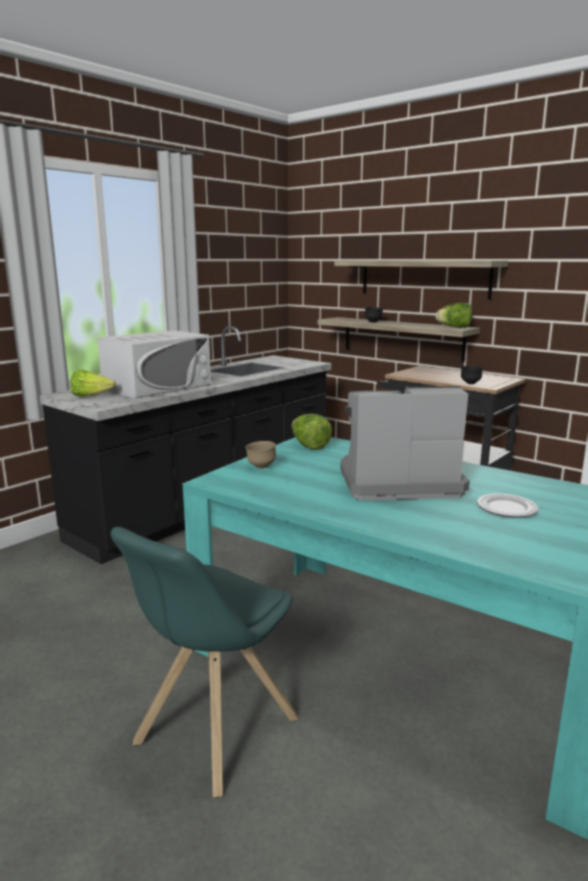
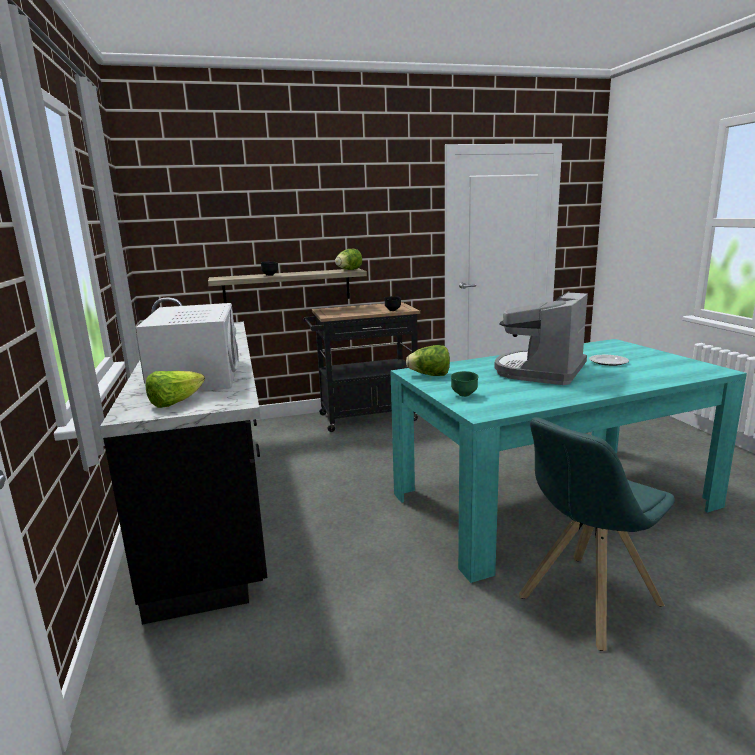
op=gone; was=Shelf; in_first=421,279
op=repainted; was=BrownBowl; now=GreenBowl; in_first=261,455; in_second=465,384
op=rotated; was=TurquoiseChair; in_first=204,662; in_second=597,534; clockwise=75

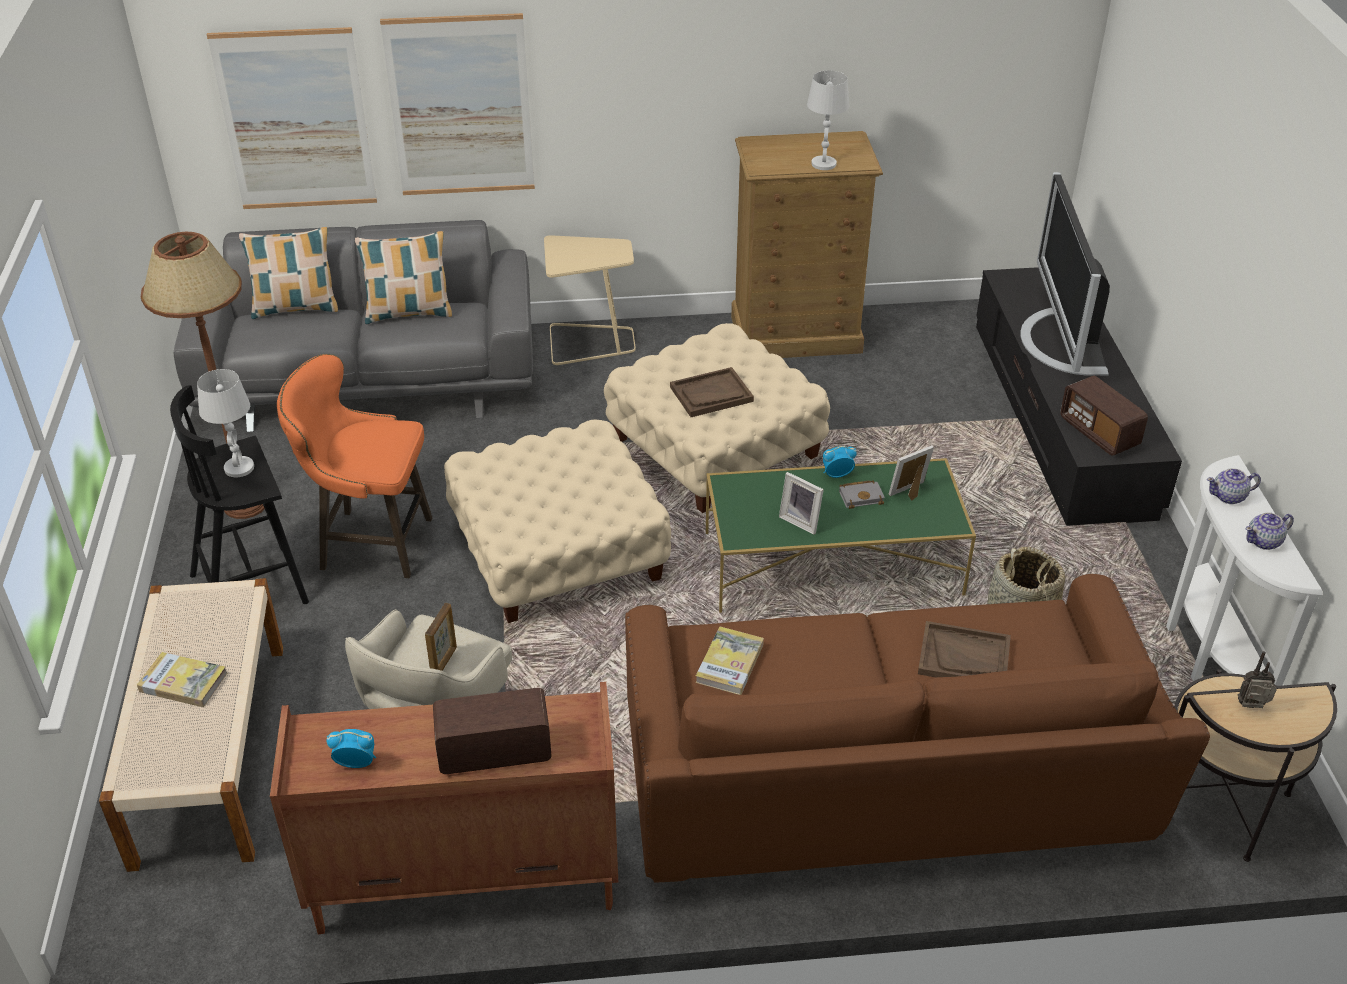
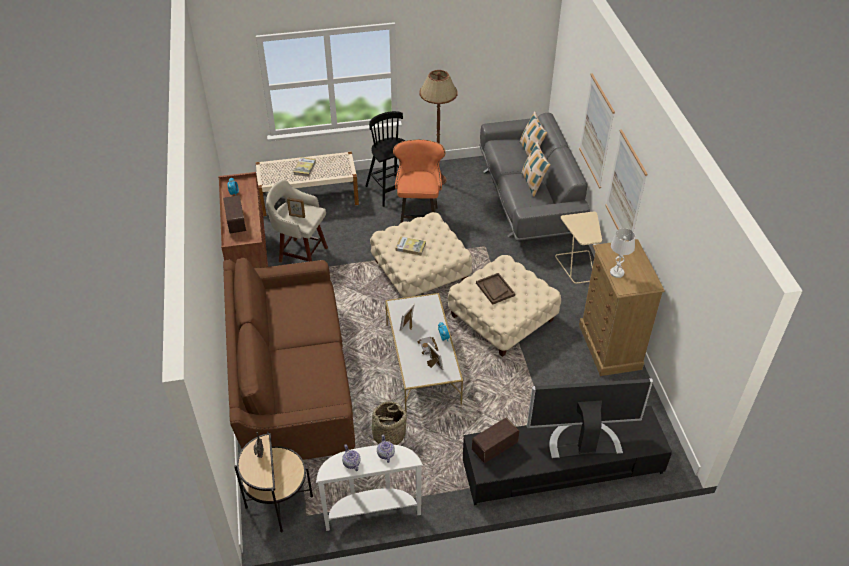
op=shifted; was=Picture; in_first=292,118; in_second=626,185
op=gone; was=WhiteTableLamp; in_first=225,423
op=repainted; was=GreenCoffeeTable; now=WhiteCoffeeTable; in_first=841,535; in_second=424,353
op=gone; was=BrownTray; in_first=964,649
op=shifted; was=Book; in_first=729,660; in_second=410,245

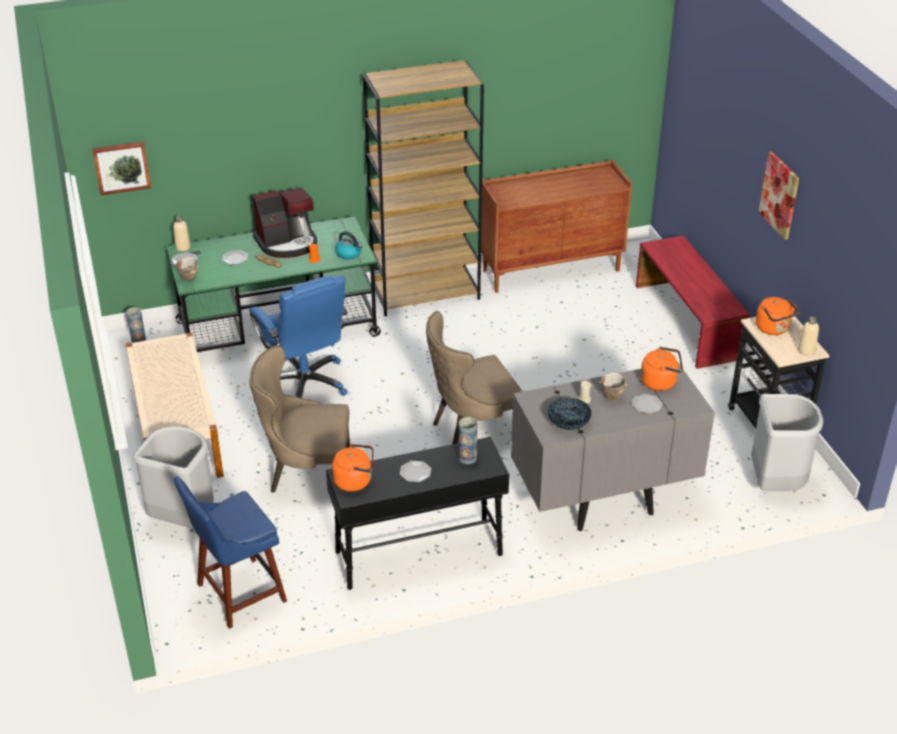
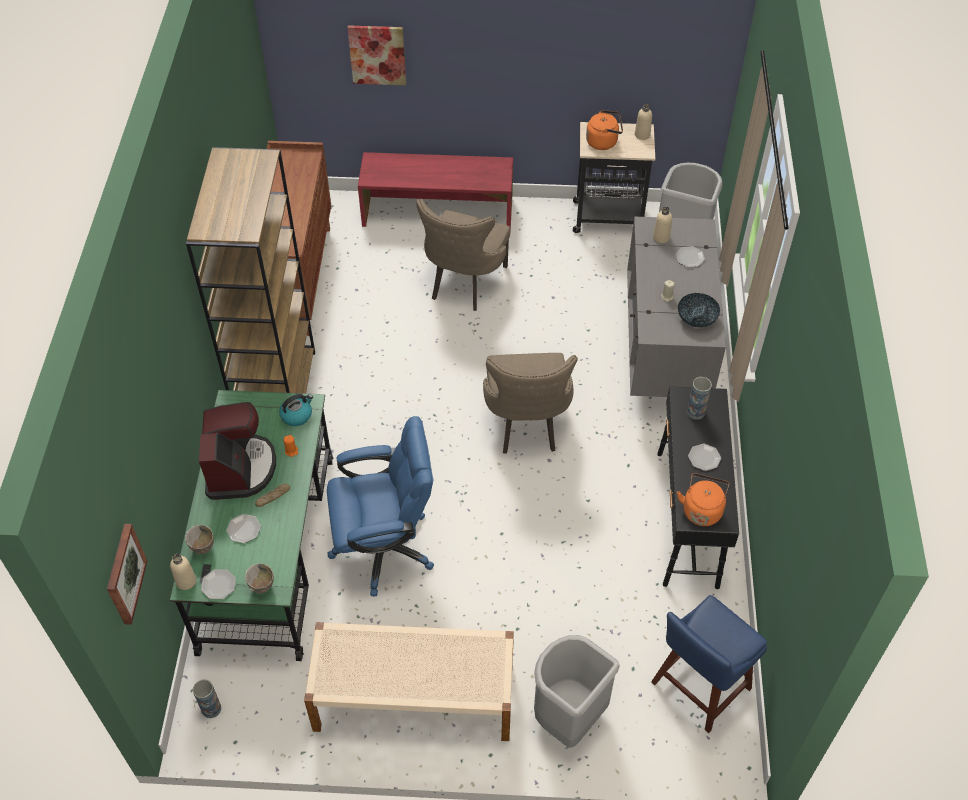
op=shifted; was=Picture; in_first=779,195; in_second=376,55
op=shifted; was=BeigeChair; in_first=300,419; in_second=463,255
op=swapped; was=OrangeKettle; now=BeigeBottle; in_first=662,369; in_second=662,224
op=shifted; was=Bowl; in_first=613,386; in_second=199,539
op=rotated; was=BlueChair; in_first=230,552; in_second=709,664; clockwise=60

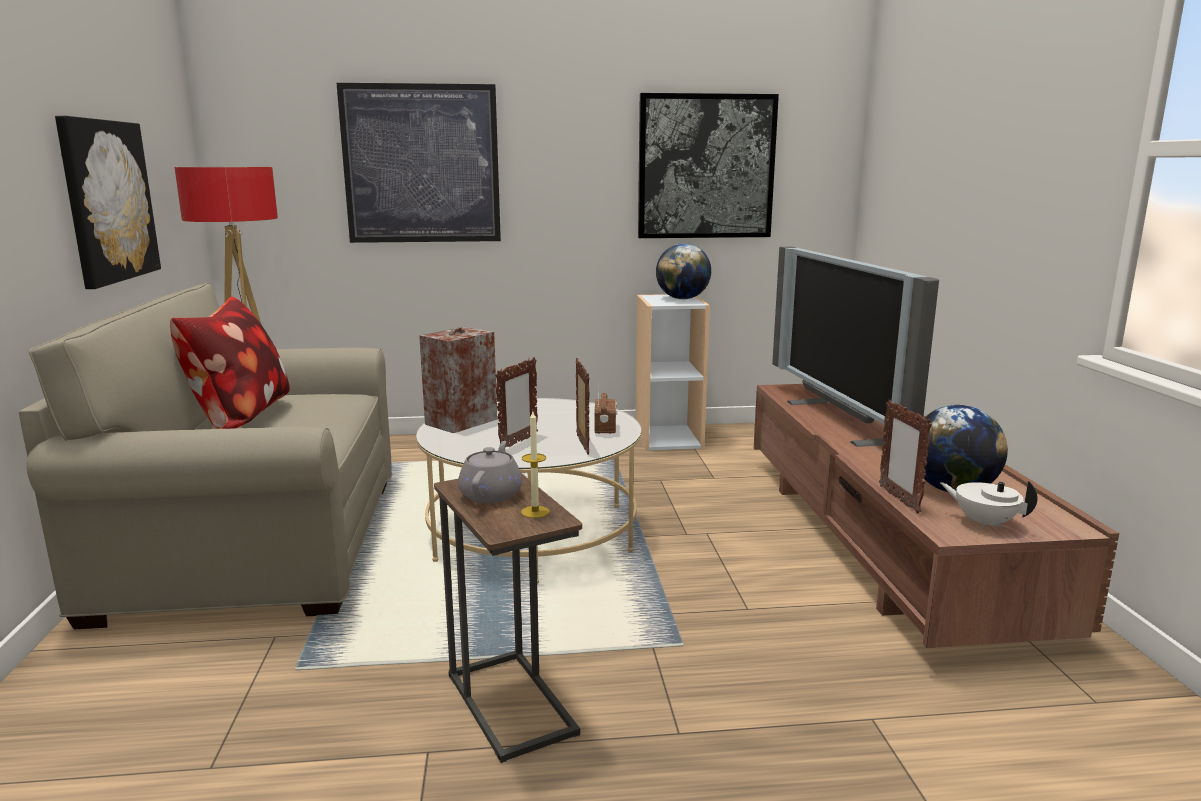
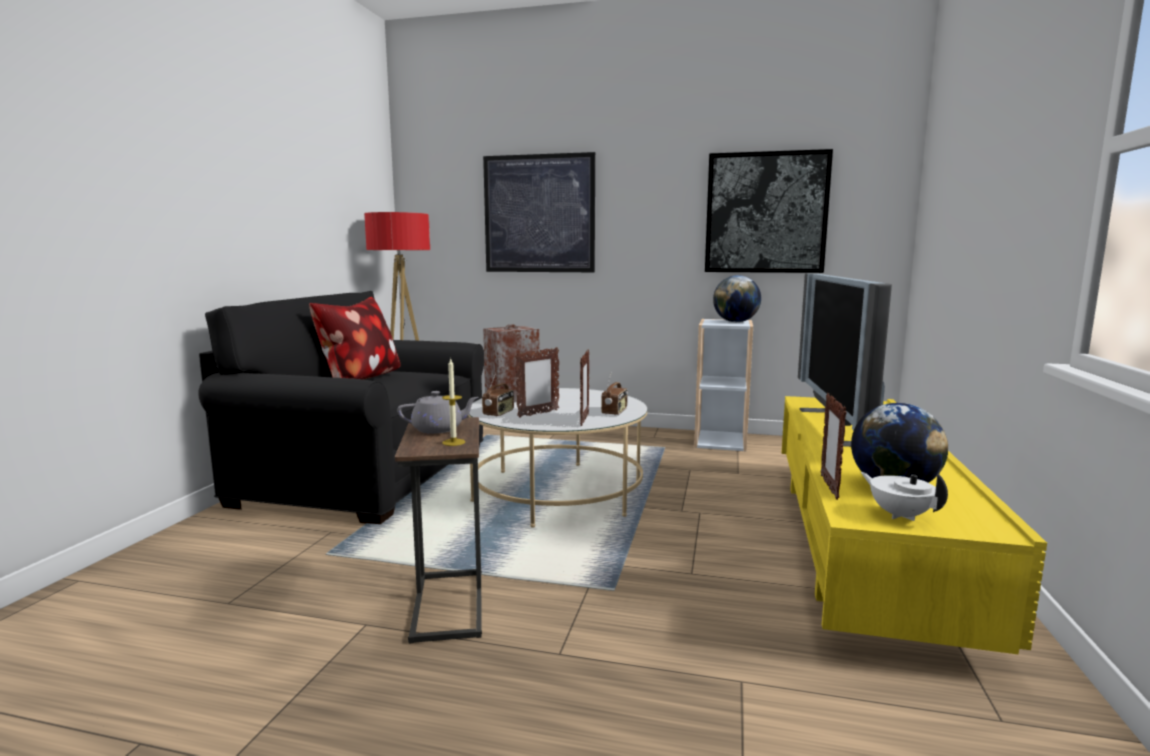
op=gone; was=Picture; in_first=108,202
op=repainted; was=BeigeSofa; now=BlackSofa; in_first=205,455; in_second=341,407
op=repainted; was=BrownTvStand; now=YellowTvStand; in_first=936,516; in_second=914,525
op=rotated; was=GreyTeapot; in_first=490,472; in_second=438,412; clockwise=45
op=new; now=Radio; in_second=498,395

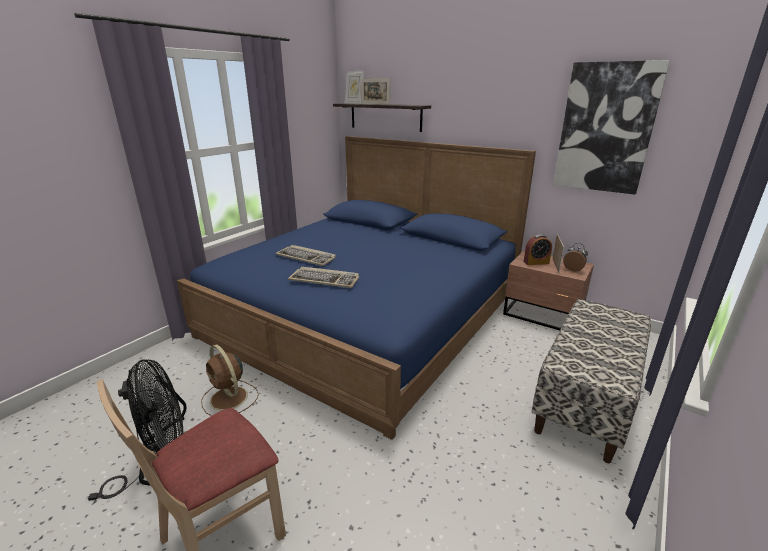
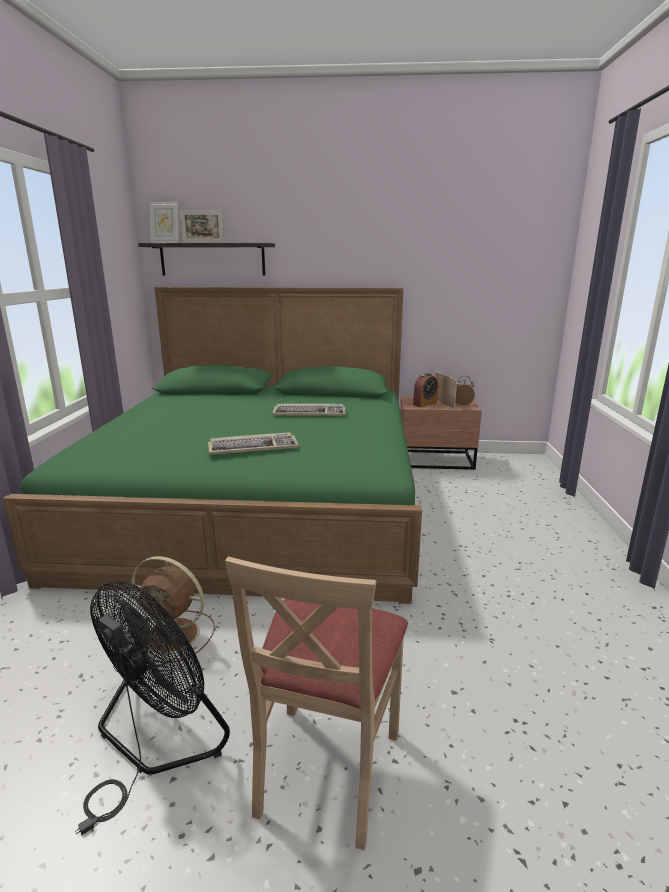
op=gone; was=Picture; in_first=611,127
op=repainted; was=BlueBed; now=GreenBed; in_first=356,288; in_second=212,445
op=shifted; was=Keyboard; in_first=305,255; in_second=309,410
op=gone; was=Bench; in_first=591,381

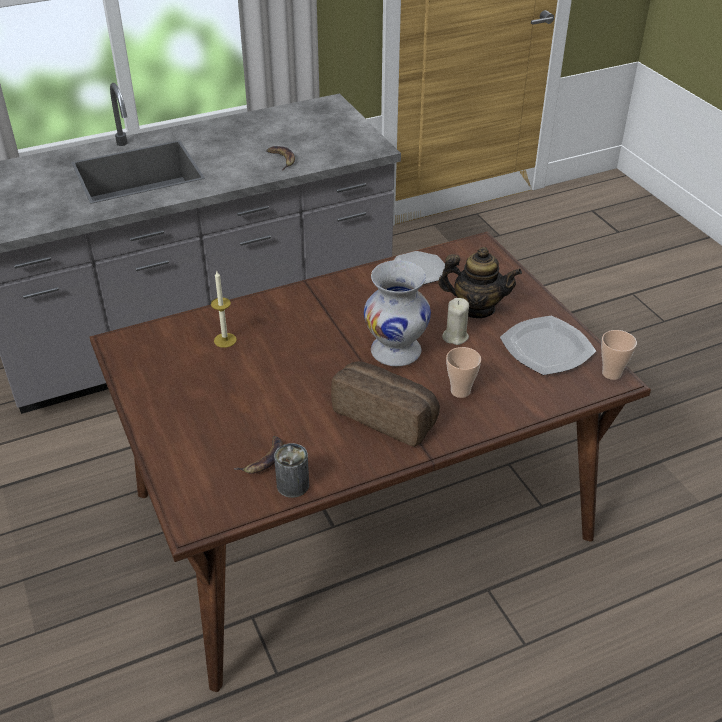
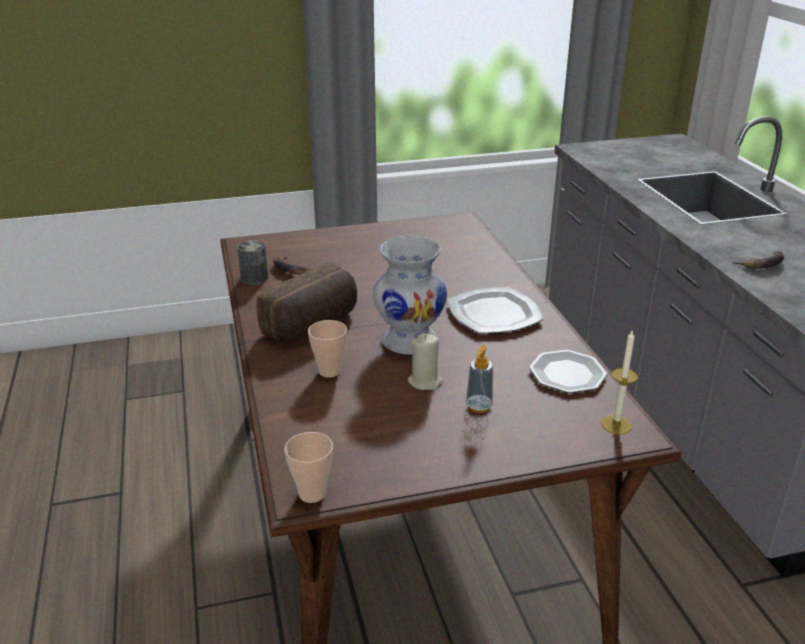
op=swapped; was=Teapot; now=SoapDispenser; in_first=480,282; in_second=479,379
op=shifted; was=Candle; in_first=224,309; in_second=619,382
op=shifted; was=Plate; in_first=548,345; in_second=496,310

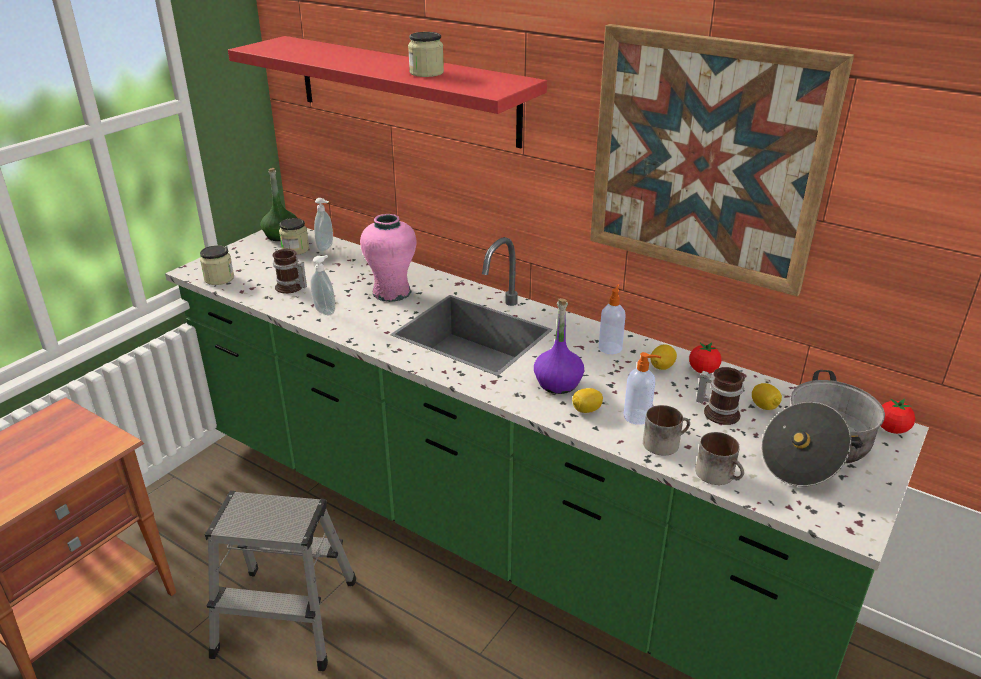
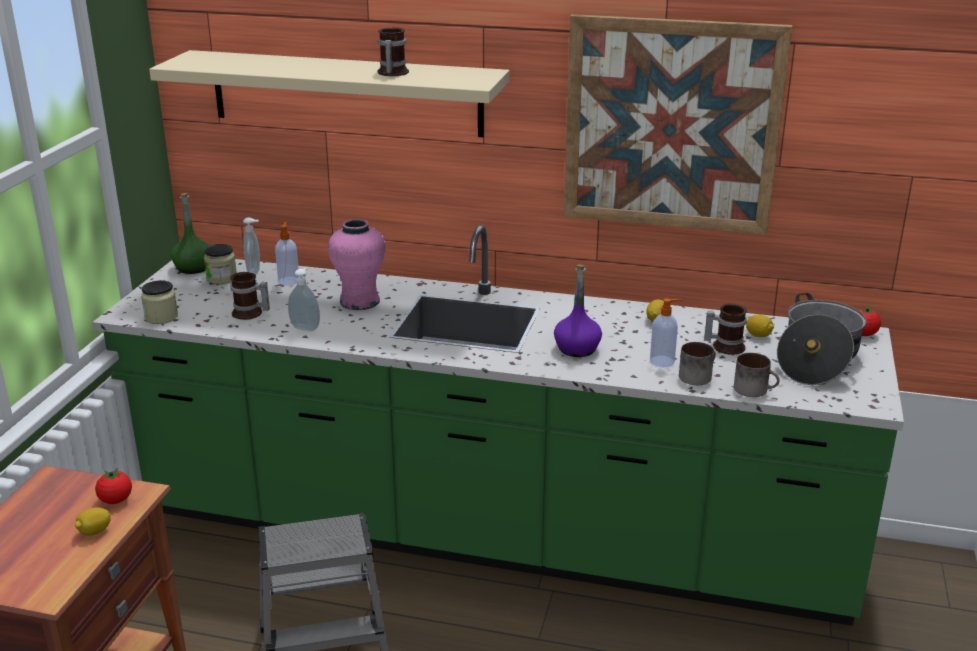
op=swapped; was=Jar; now=Mug; in_first=426,54; in_second=393,51
op=repainted; was=RedShelf; now=BeigeShelf; in_first=387,92; in_second=329,93
op=shifted; was=SoapDispenser; in_first=612,319; in_second=287,253
op=shifted; was=Tomato; in_first=705,358; in_second=113,486
op=shifted; was=Lemon; in_first=587,400; in_second=93,521

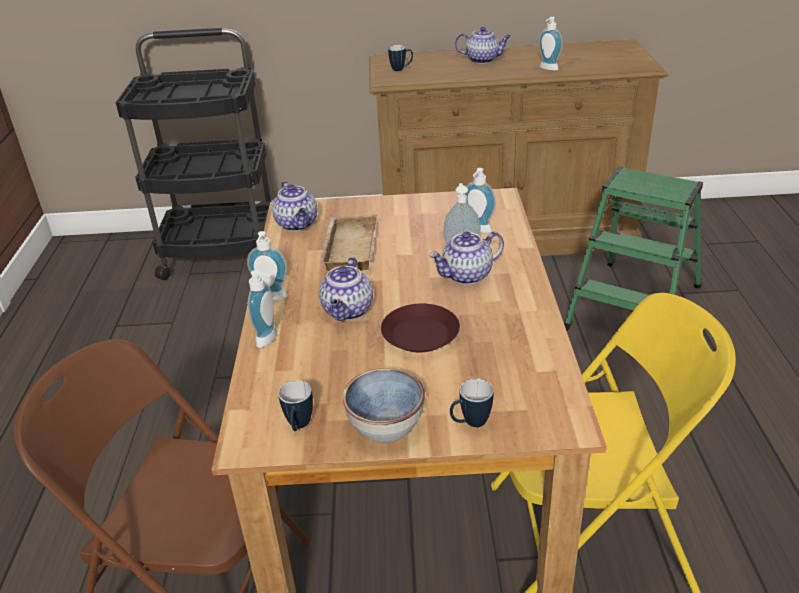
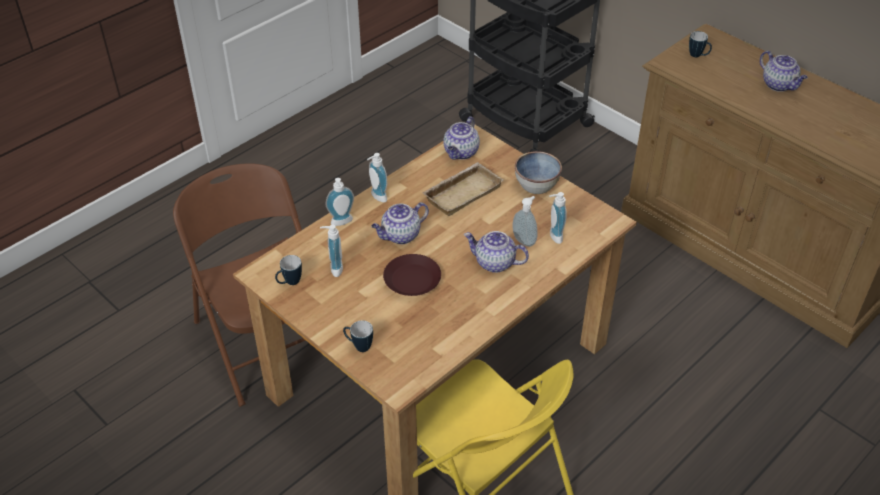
op=shifted; was=SoapDispenser; in_first=551,44; in_second=331,251
op=gone; was=GreenStepLadder; in_first=633,248
op=shifted; was=Bowl; in_first=383,405; in_second=538,172

